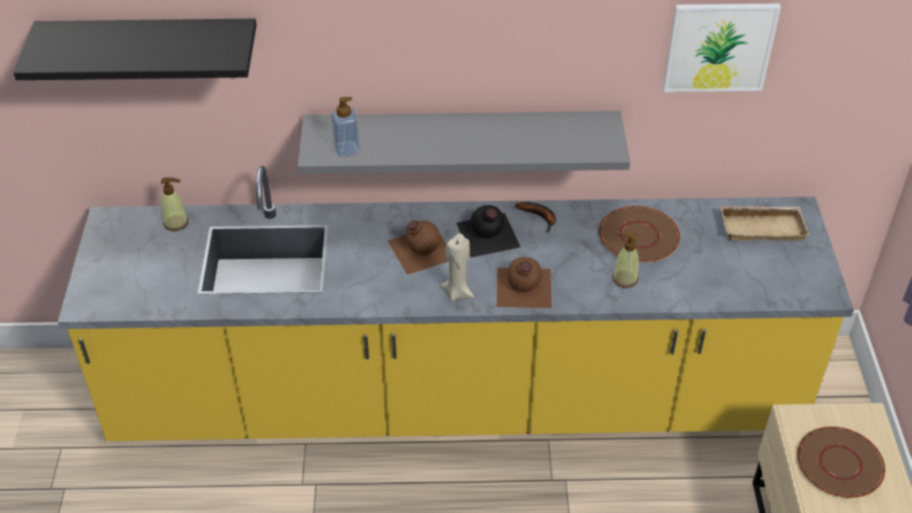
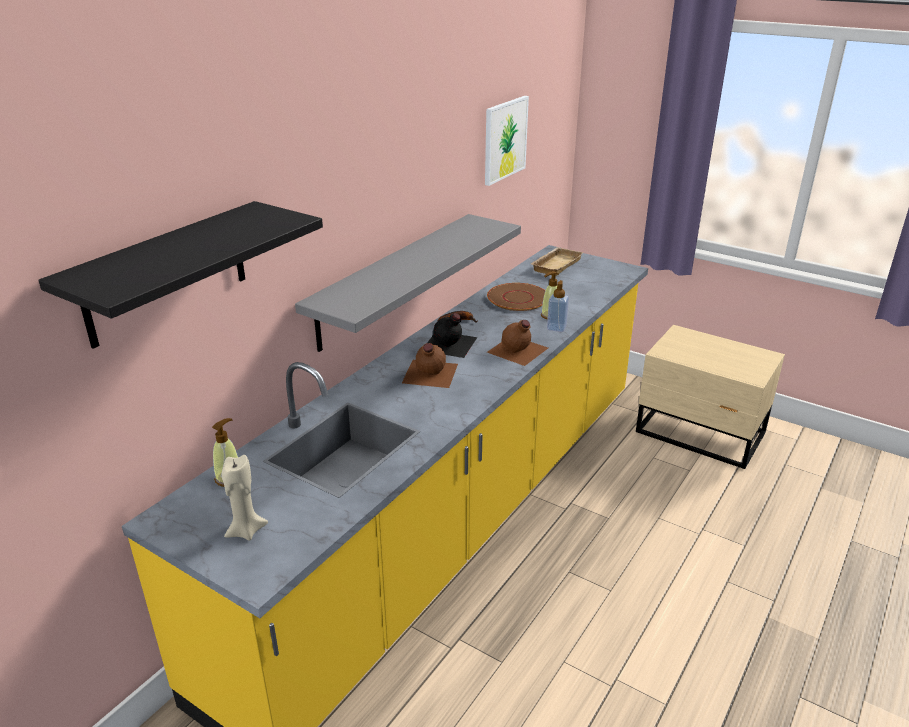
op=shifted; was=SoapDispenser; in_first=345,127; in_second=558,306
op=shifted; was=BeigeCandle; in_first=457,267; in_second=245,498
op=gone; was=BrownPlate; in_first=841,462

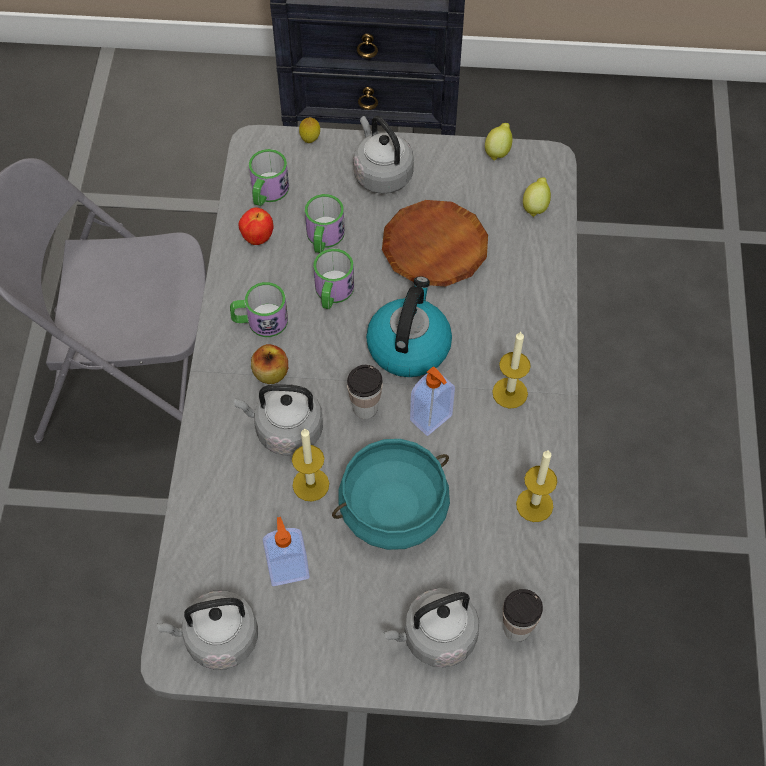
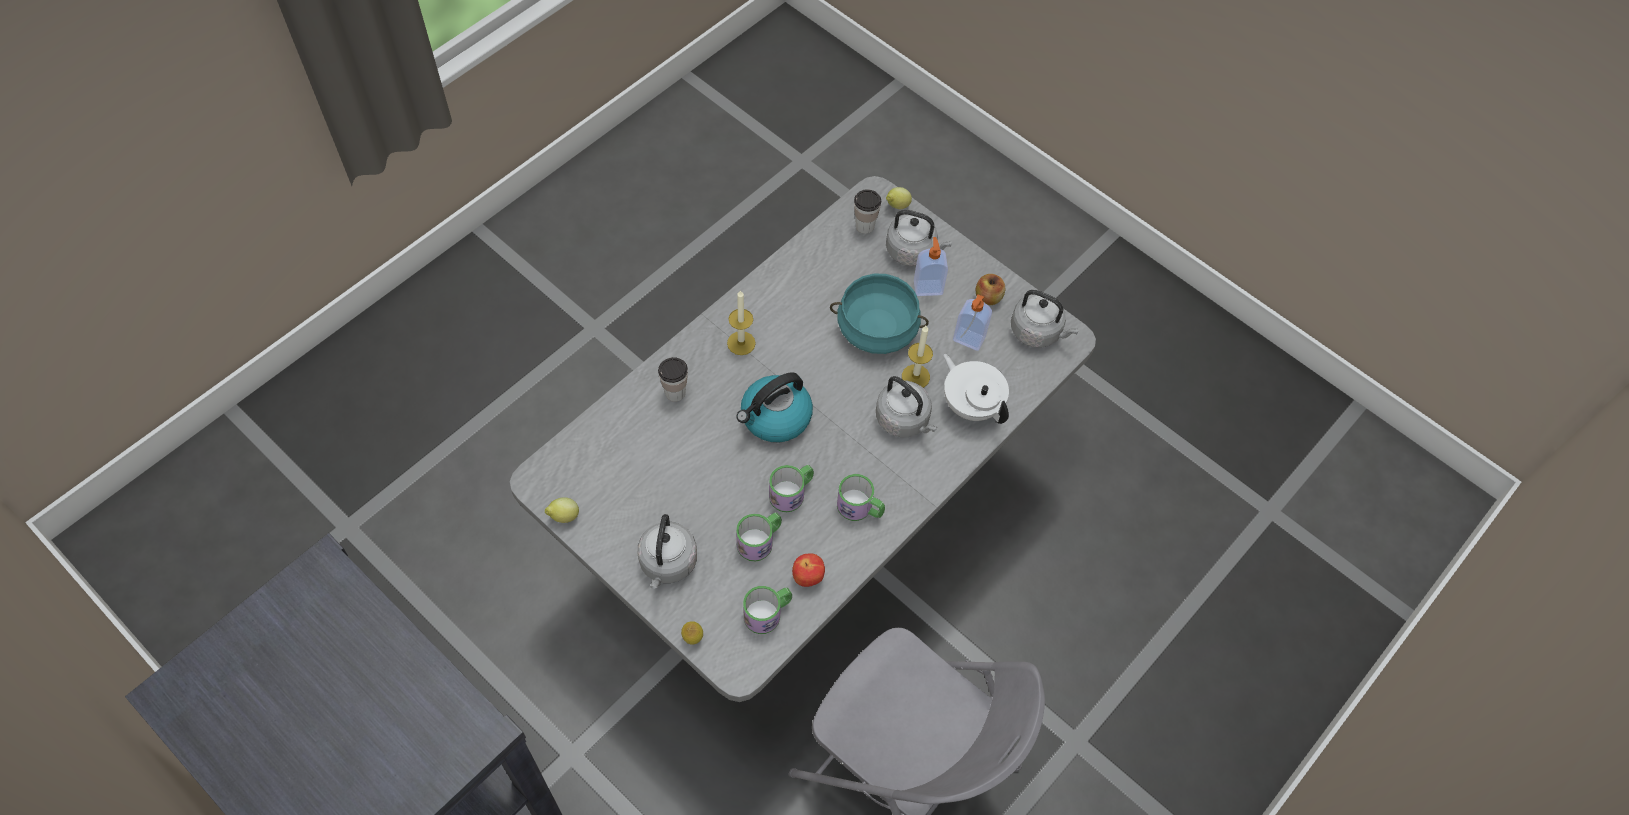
op=shifted; was=Lemon; in_first=537,197; in_second=899,198
op=gone; was=BrownPlate; in_first=435,243
op=shifted; was=Apple; in_first=269,364; in_second=990,289
op=shifted; was=Cup; in_first=365,392; in_second=673,379
op=shifted; was=SoapDispenser; in_first=432,401; in_second=931,266
op=gone; was=Candle; in_first=536,486
op=new; now=WhiteTeapot; in_second=976,389

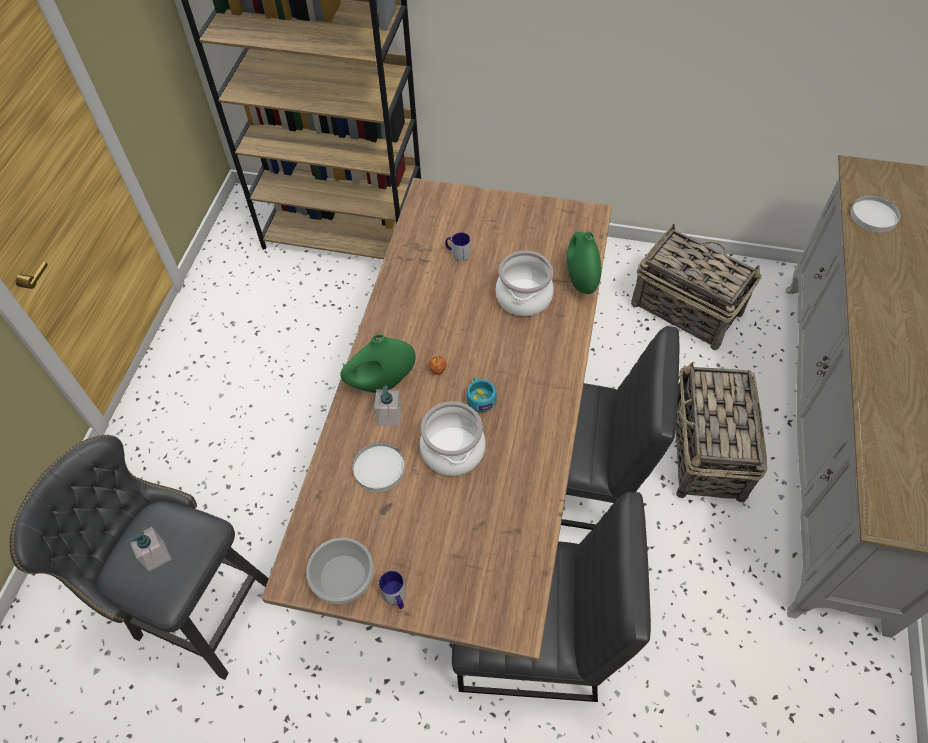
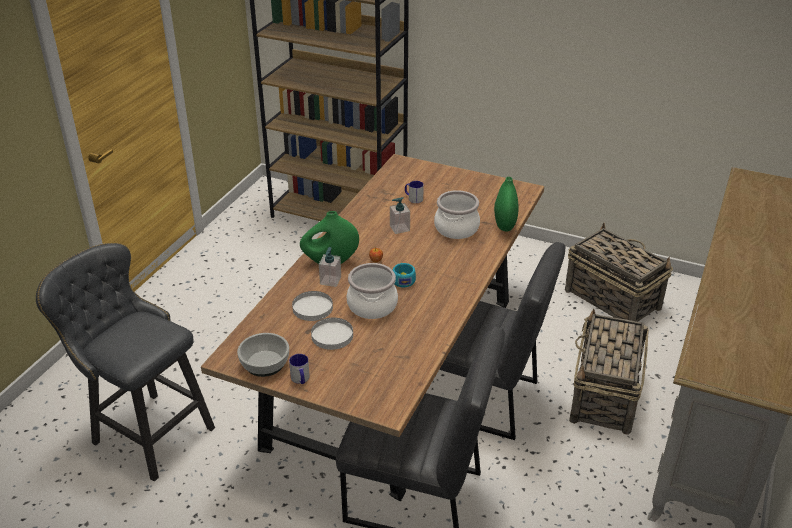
op=shifted; was=WhitePlate; in_first=875,214; in_second=332,334
op=shifted; was=SoapDispenser; in_first=148,549; in_second=400,215

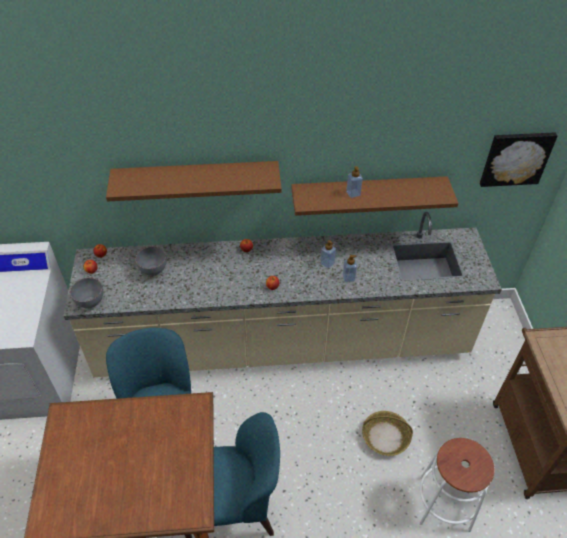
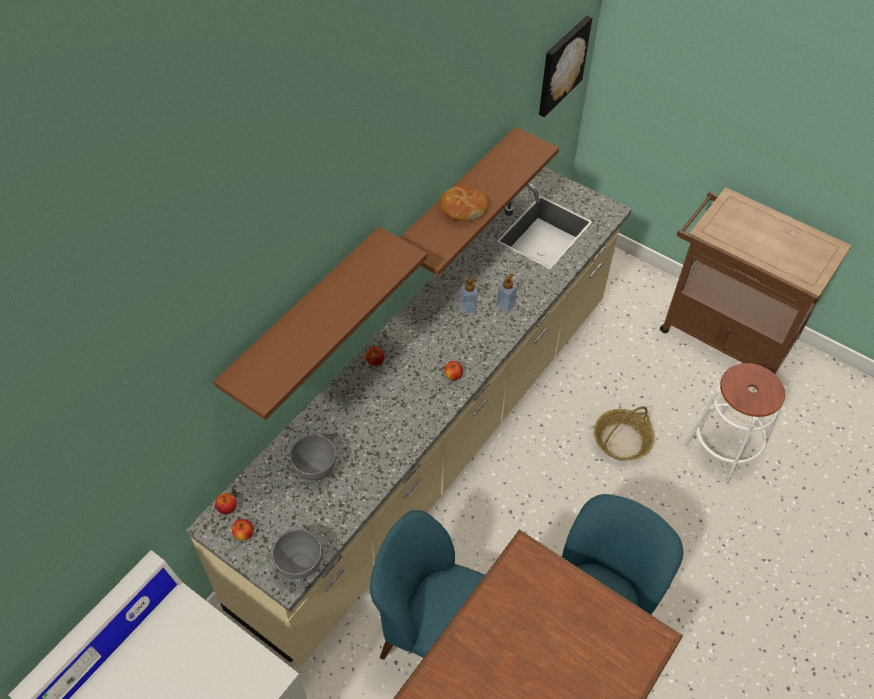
op=swapped; was=SoapDispenser; now=Bread; in_first=354,182; in_second=464,203

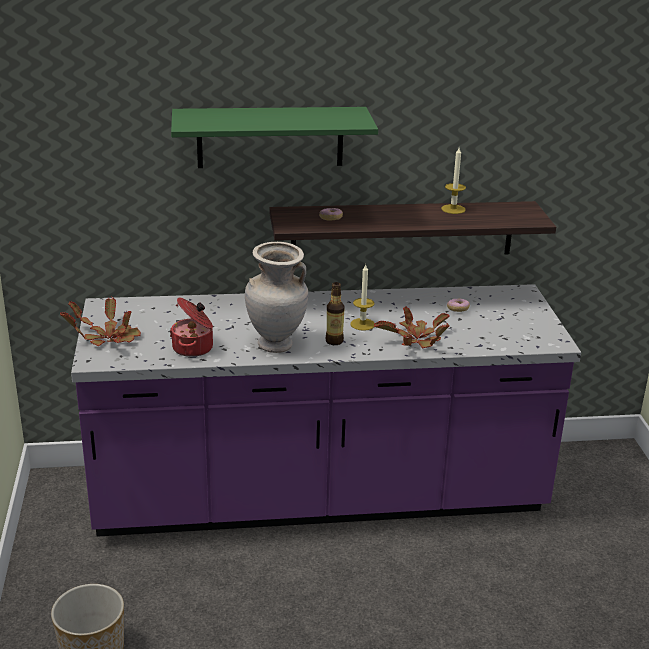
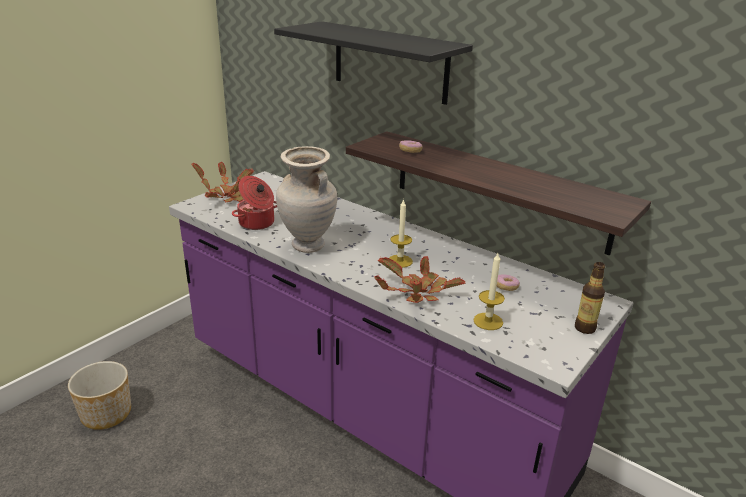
op=repainted; was=GreenShelf; now=BlackShelf; in_first=274,137; in_second=373,63
op=shifted; was=Candle; in_first=453,181; in_second=489,291
op=shifted; was=Bottle; in_first=335,313; in_second=590,298

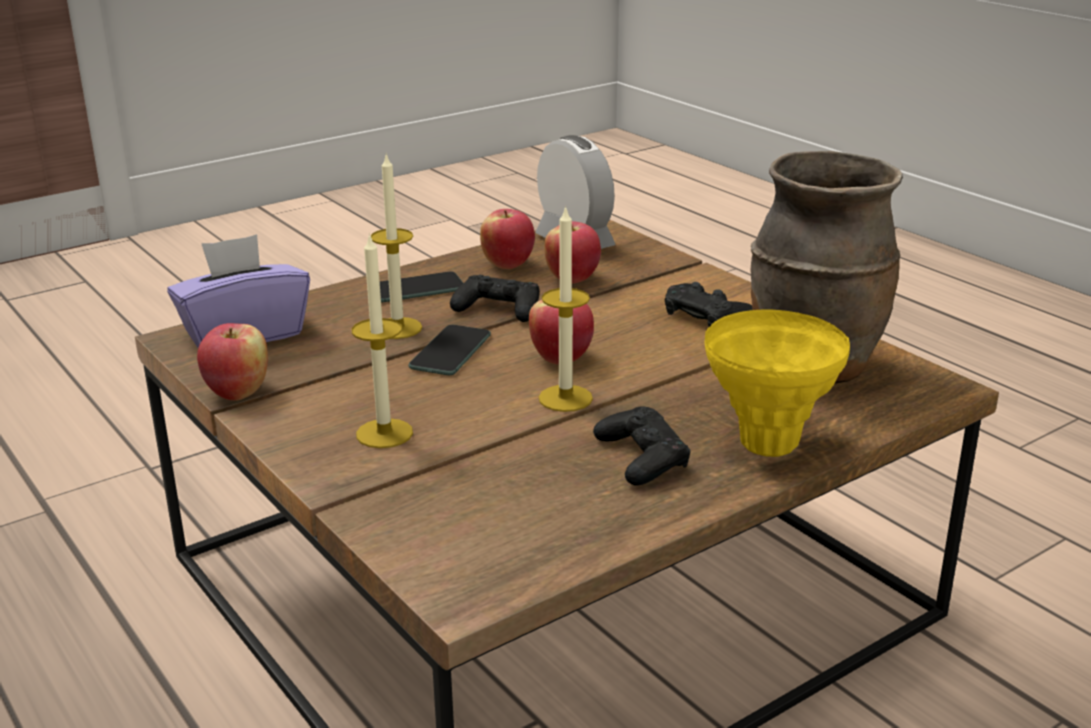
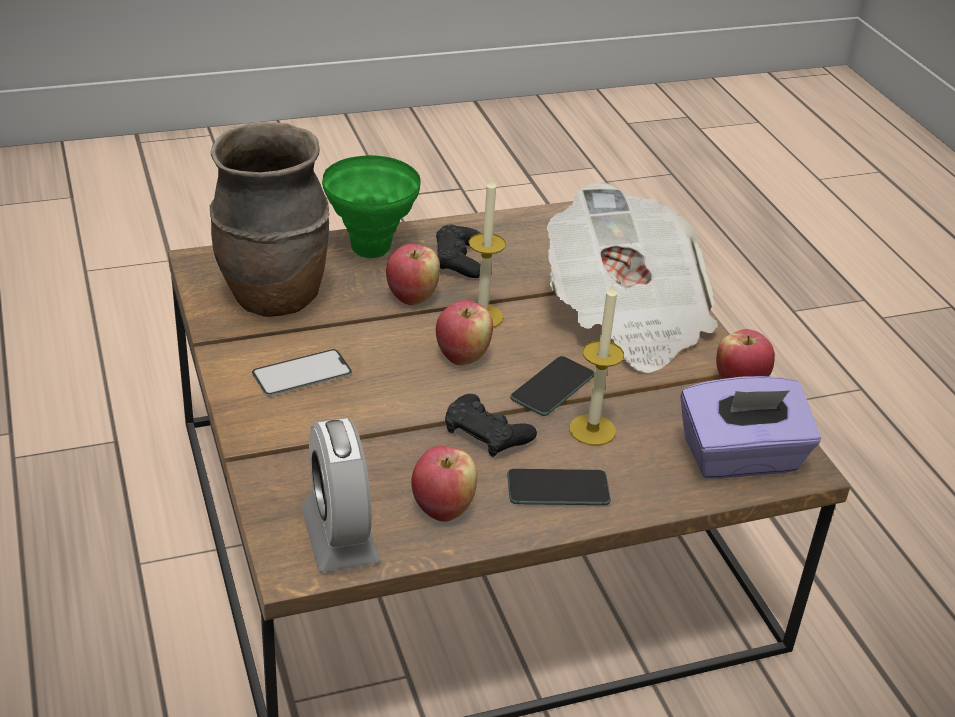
op=shifted; was=Apple; in_first=572,252; in_second=413,274
op=swapped; was=Candle; now=Newspaper; in_first=382,340; in_second=632,278
op=swapped; was=BlackGameController; now=Phone; in_first=708,304; in_second=302,373
op=repainted; was=YellowVase; now=GreenVase; in_first=777,383; in_second=371,206

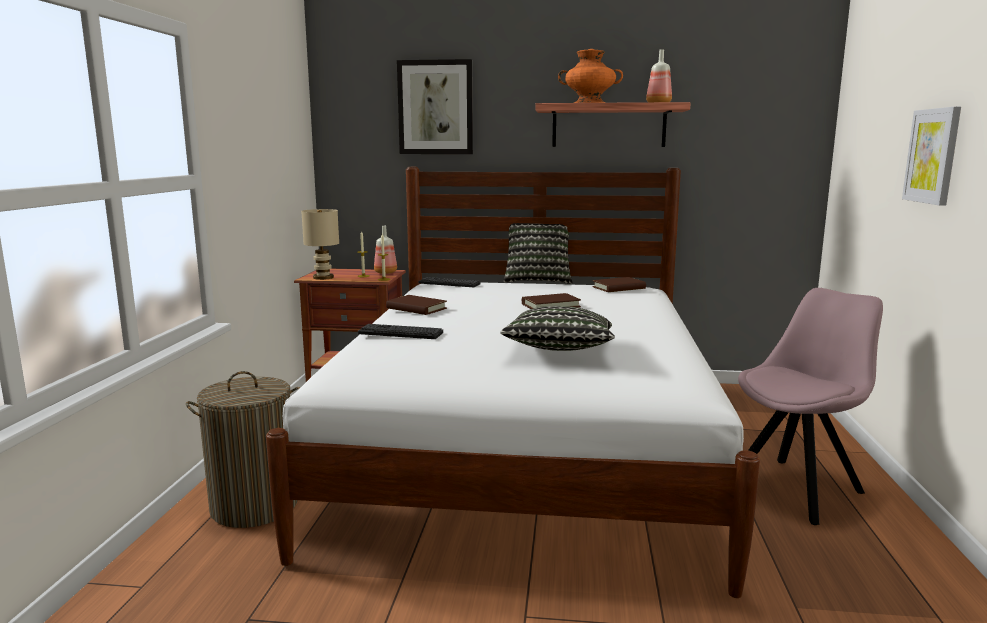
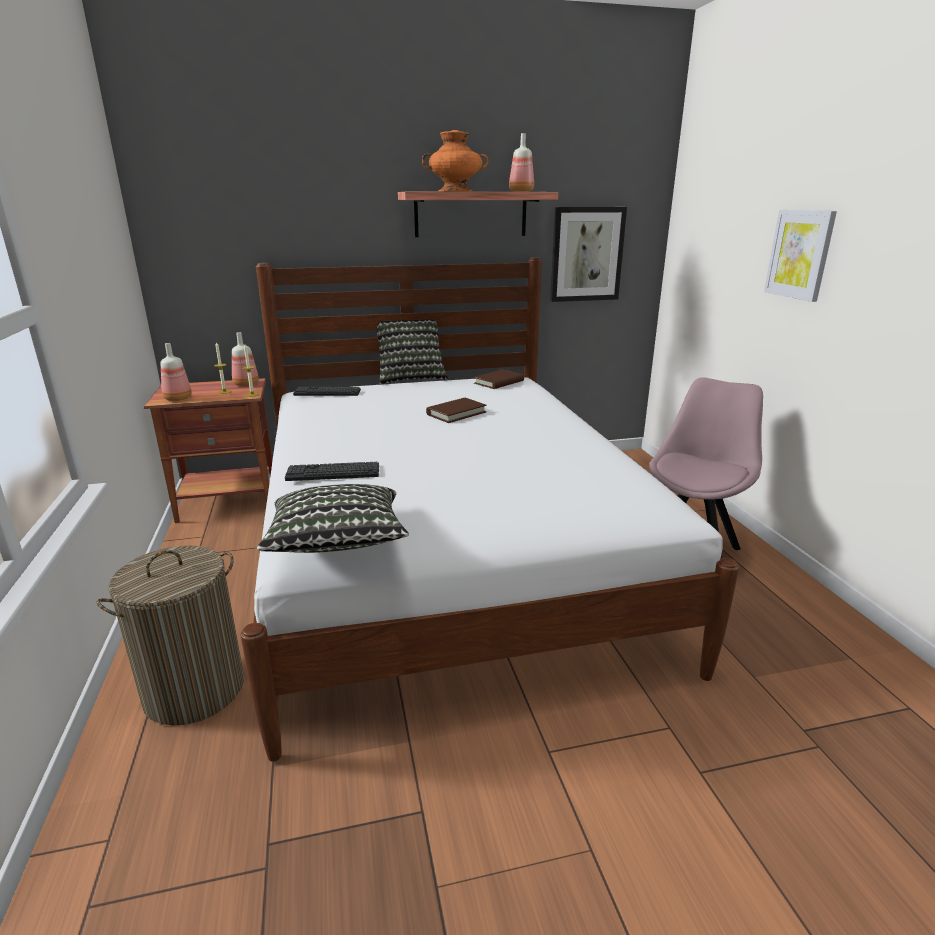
op=shifted; was=Picture; in_first=435,106; in_second=588,254
op=swapped; was=BeigeTableLamp; now=Bottle; in_first=320,244; in_second=176,372
op=gone; was=BrownBook; in_first=416,305
op=shifted; was=Pillow; in_first=557,328; in_second=333,518

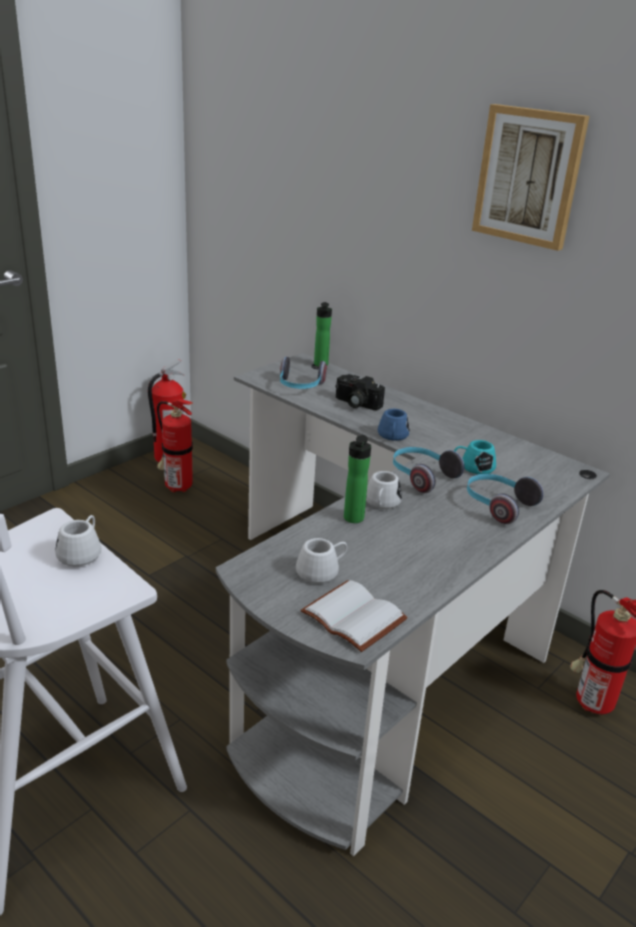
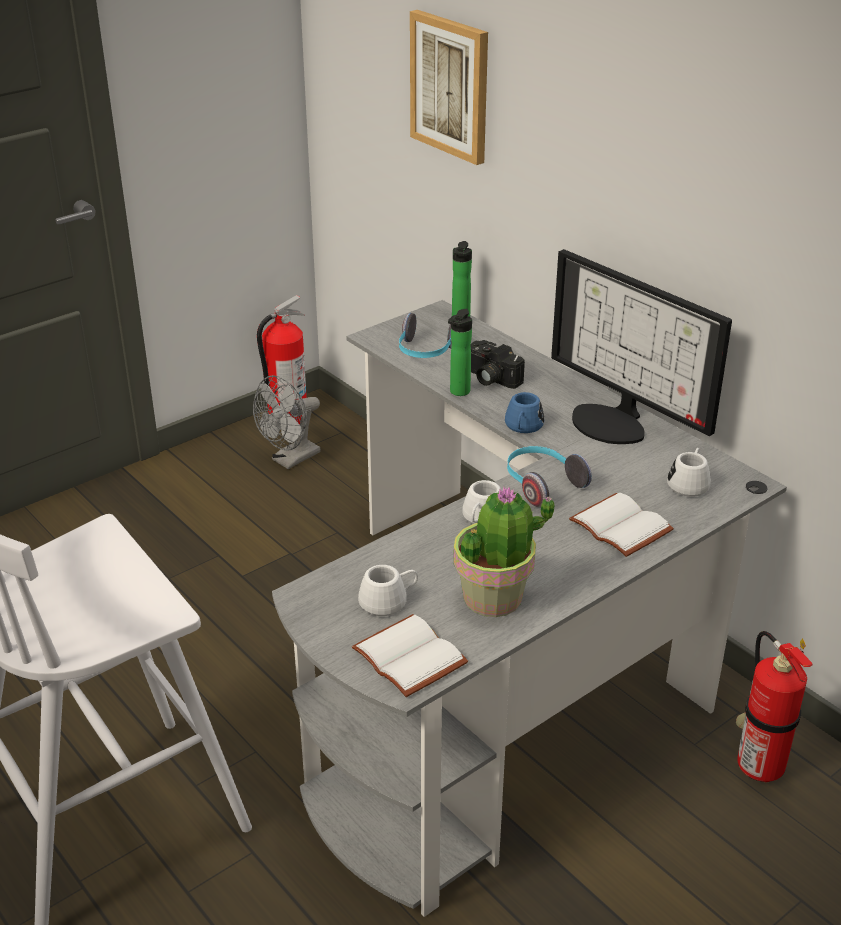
op=shifted; was=Picture; in_first=531,177; in_second=449,87
op=swapped; was=FireExtinguisher; now=GreyFan; in_first=175,441; in_second=287,422
op=shifted; was=Bottle; in_first=357,479; in_second=460,352
op=gone; was=TurquoiseMug; in_first=475,457
op=swapped; was=Headphones; now=WhiteBook; in_first=505,499; in_second=621,524
op=shifted; was=WhiteMug; in_first=78,540; in_second=689,472
op=new; now=Monitor; in_second=641,346
op=new; now=PottedPlant; in_second=503,551

